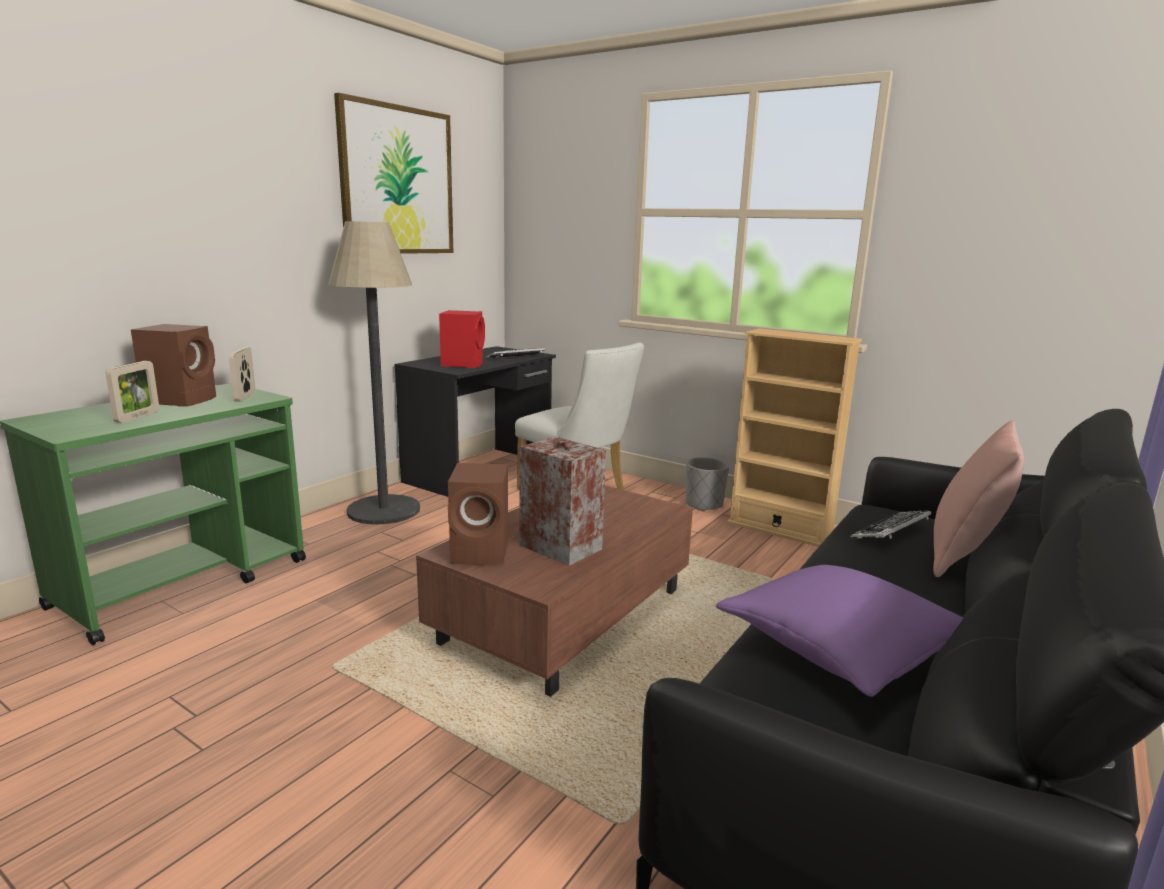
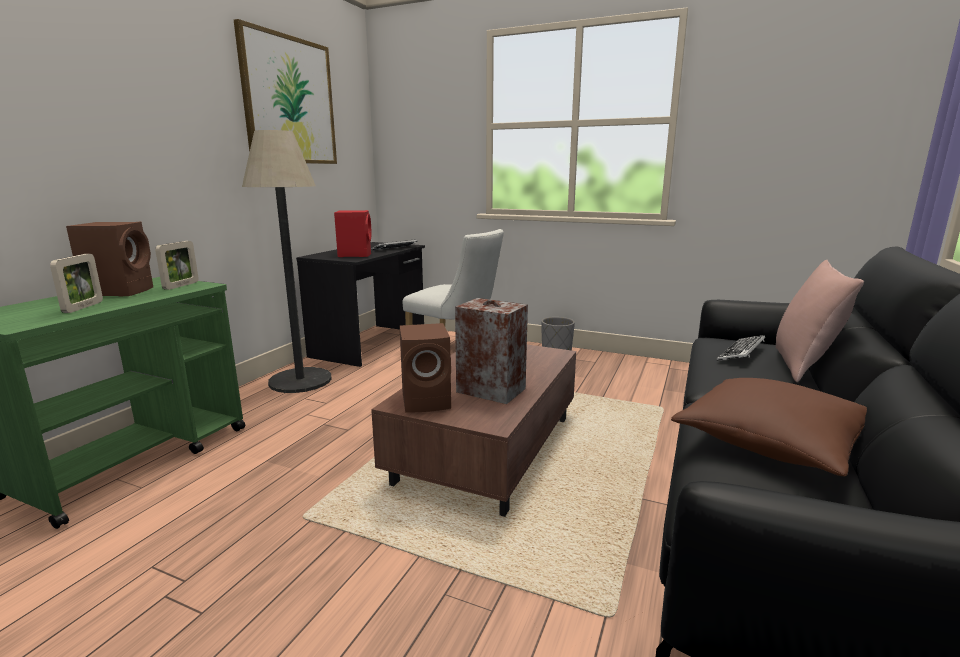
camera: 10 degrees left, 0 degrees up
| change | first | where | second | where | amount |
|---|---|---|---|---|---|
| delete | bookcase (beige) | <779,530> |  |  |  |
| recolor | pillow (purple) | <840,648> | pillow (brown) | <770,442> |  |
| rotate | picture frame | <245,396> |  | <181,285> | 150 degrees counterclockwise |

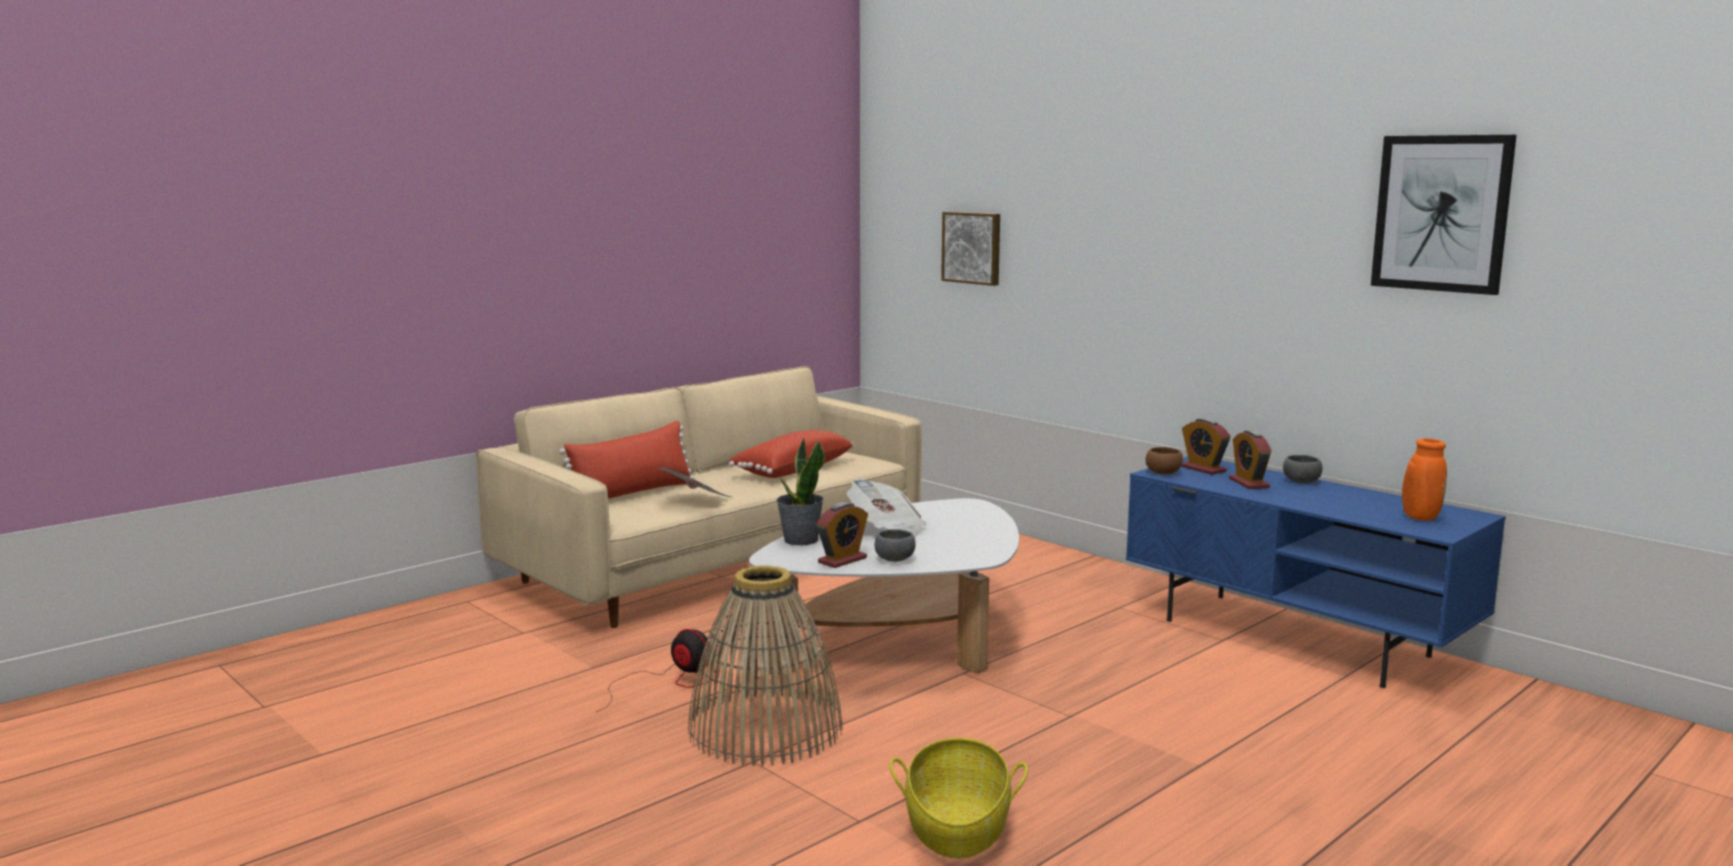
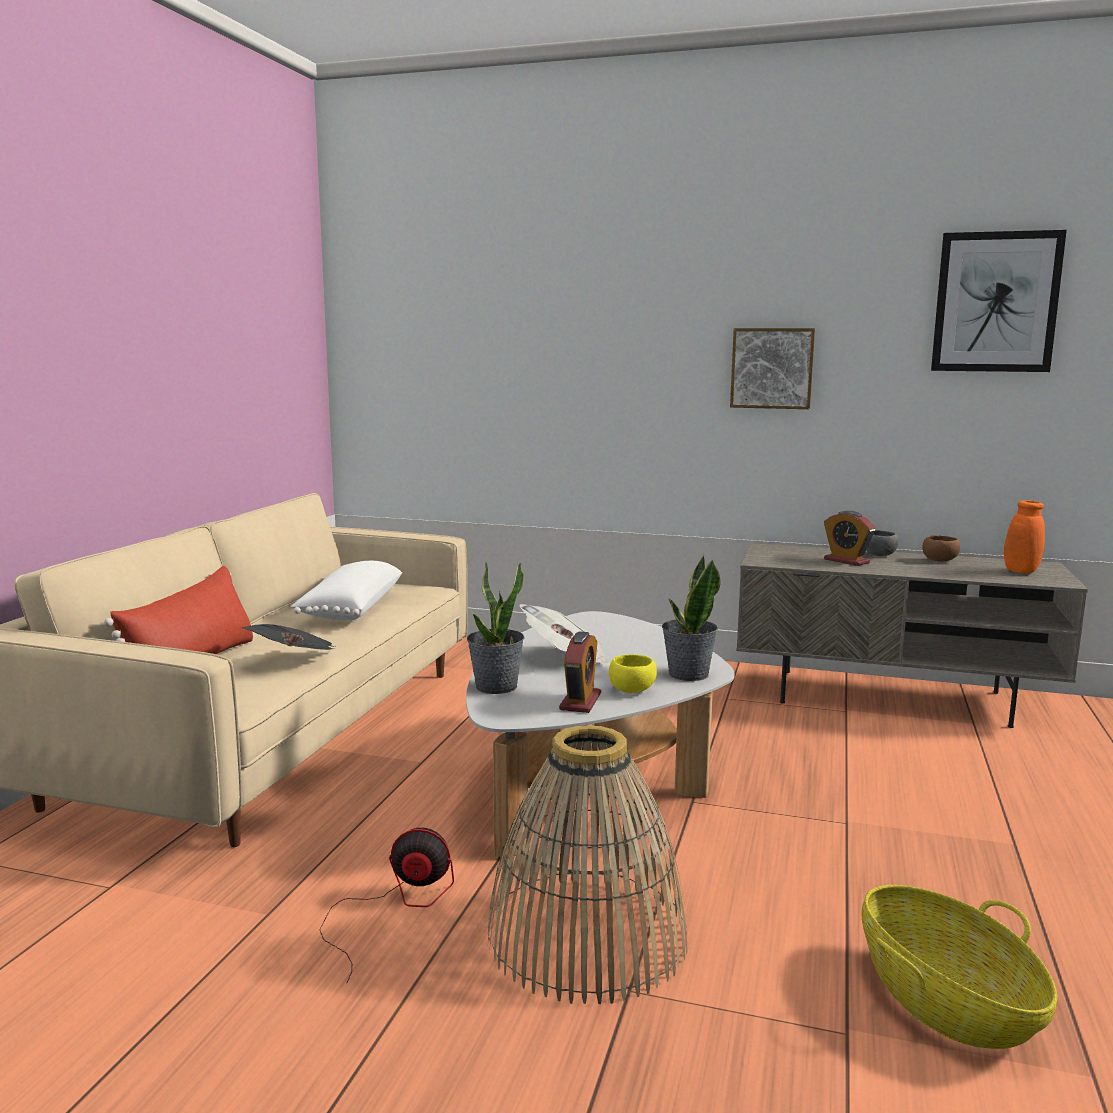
camera: 30 degrees left, 0 degrees up
| change | first | where | second | where | amount |
|---|---|---|---|---|---|
| delete | alarm clock | <1203,469> |  |  |  |
| insert |  |  | potted plant | <688,674> |  |
| move | picture | <972,247> |  | <772,368> |  |
| move | bowl (brown) | <1164,474> |  | <940,560> |  |
| recolor | pillow (red) | <791,470> | pillow (white) | <349,609> |  |
| recolor | bowl (grey) | <896,560> | bowl (yellow) | <633,690> |  |
| recolor | tv stand (blue) | <1296,638> | tv stand (grey) | <892,697> |  |

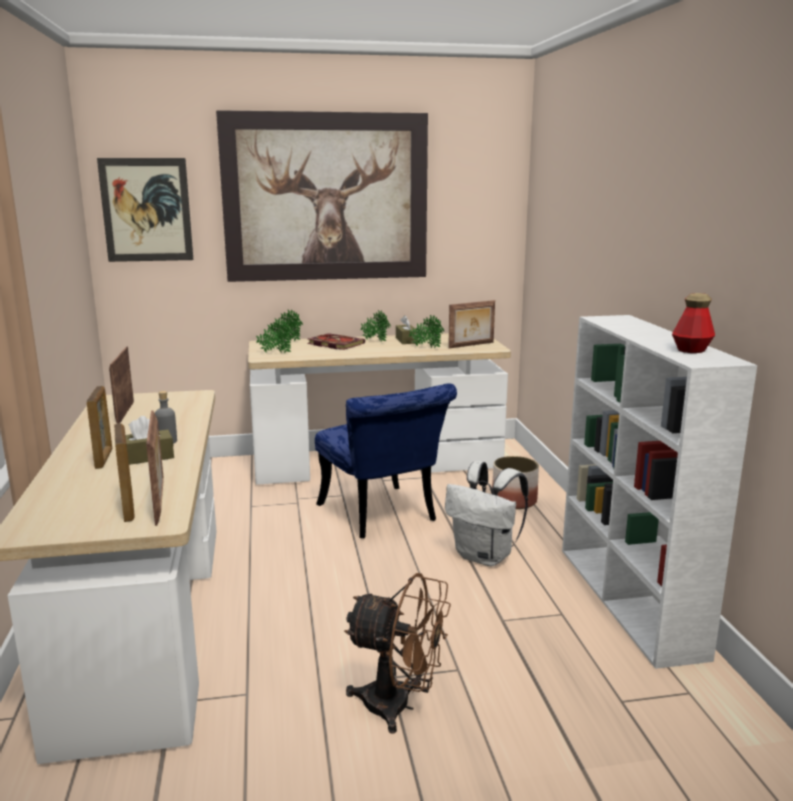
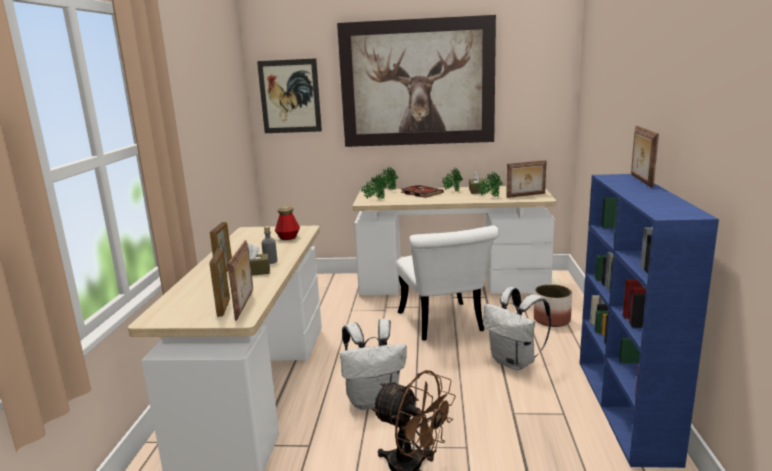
camera: 15 degrees right, 0 degrees up
| change | first | where | second | where | amount |
|---|---|---|---|---|---|
| insert |  |  | backpack (white) | <373,400> |  |
| move | picture frame | <124,413> |  | <640,181> |  |
| move | bottle | <691,350> |  | <288,238> |  |
| recolor | chair (blue) | <382,517> | chair (white) | <444,325> |  |
| recolor | bookcase (white) | <629,600> | bookcase (blue) | <625,409> |  |

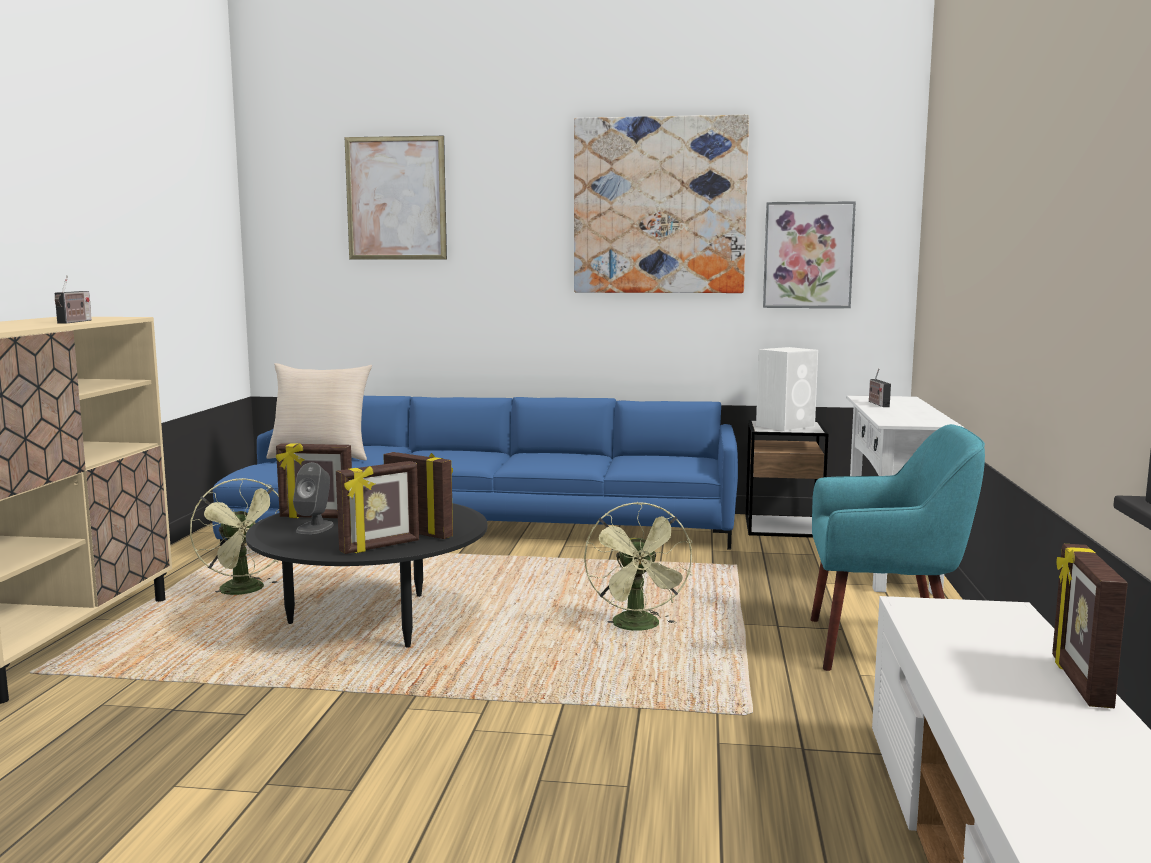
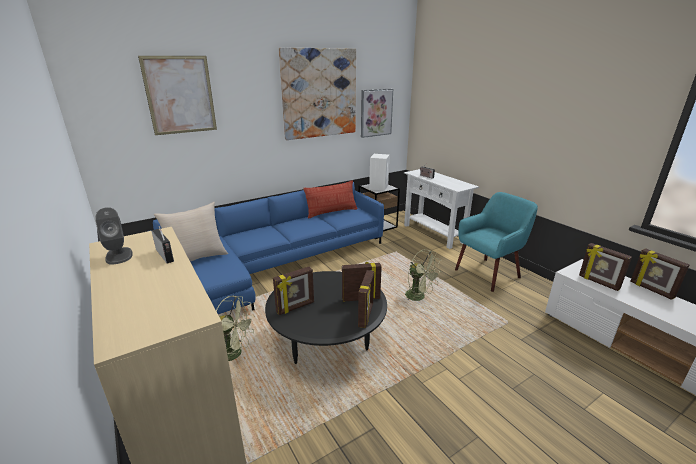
camera: 40 degrees left, 15 degrees up
| change | first | where | second | where | amount |
|---|---|---|---|---|---|
| insert |  |  | pillow | <331,212> |  |
| insert |  |  | picture frame | <598,282> |  |
| move | speaker (grey) | <315,528> |  | <119,255> |  |

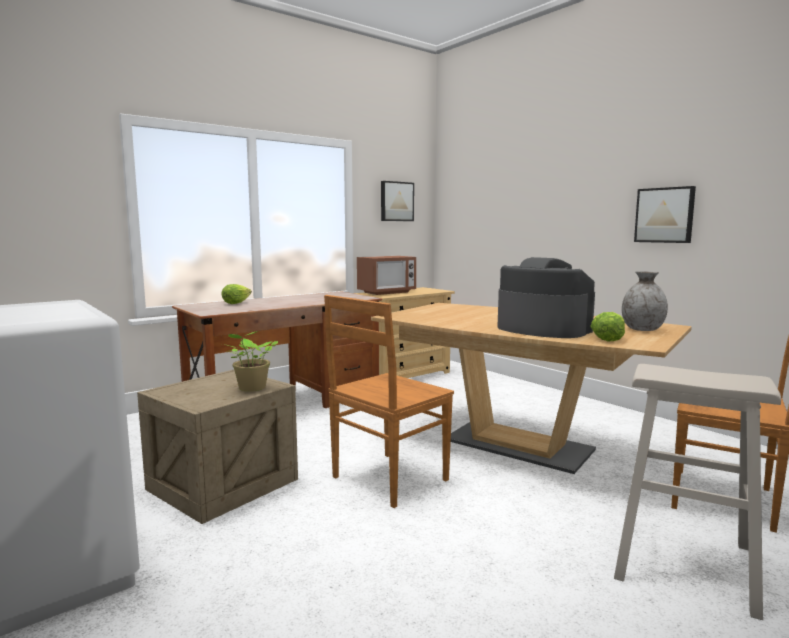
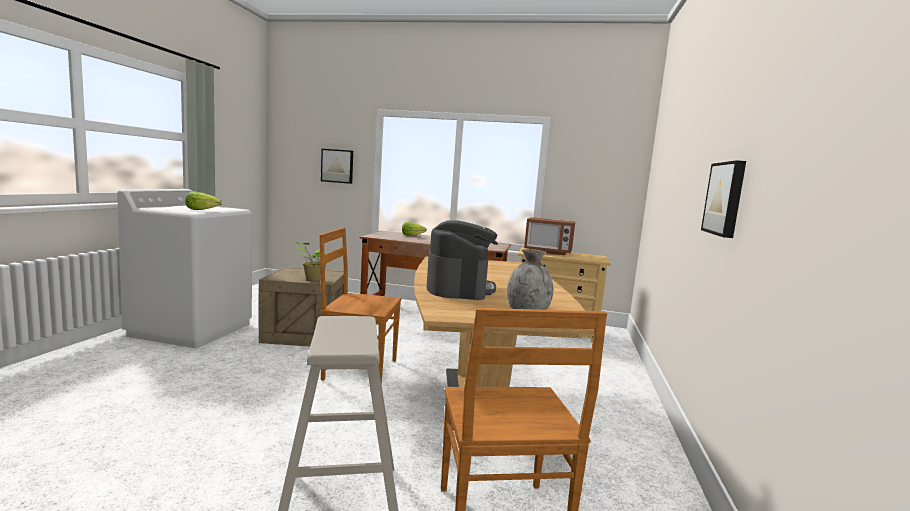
camera: 50 degrees right, 0 degrees up
| change | first | where | second | where | amount |
|---|---|---|---|---|---|
| move | picture | <396,201> |  | <337,166> |  |
| move | lettuce | <608,339> |  | <202,210> |  |

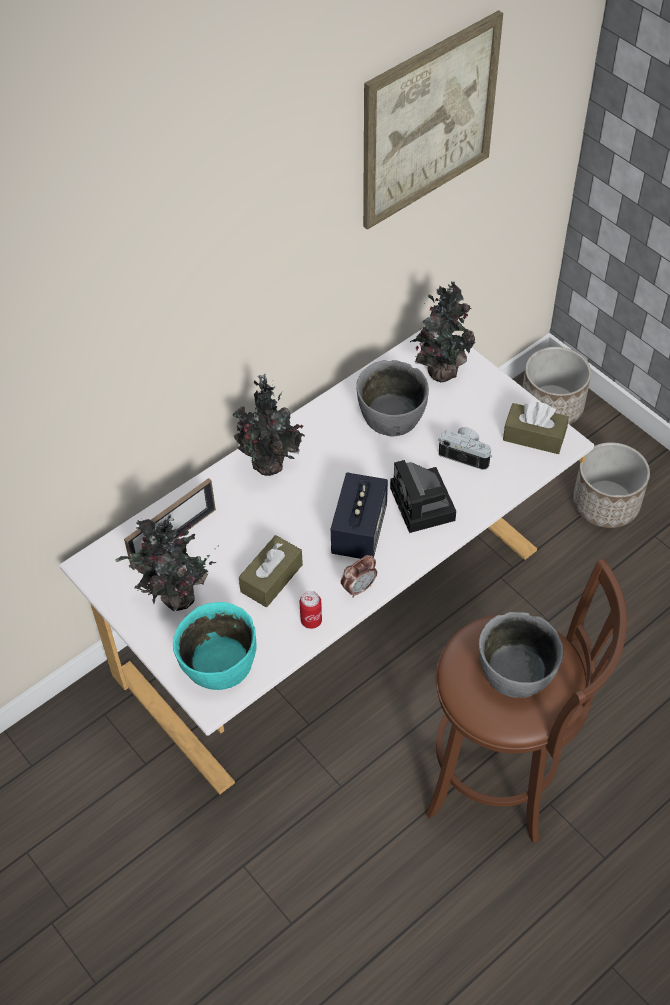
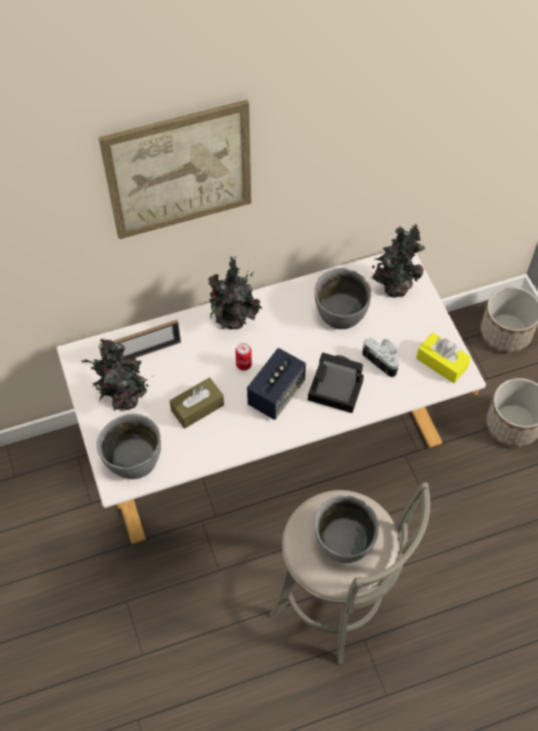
camera: 20 degrees right, 5 degrees up
| change | first | where | second | where | amount |
|---|---|---|---|---|---|
| delete | alarm clock | <359,588> |  |  |  |
| move | can | <311,620> |  | <243,364> |  |
| move | picture | <429,121> |  | <179,170> |  |
| recolor | bowl (turquoise) | <217,663> | bowl (grey) | <132,458> |  |
| recolor | stool (brown) | <501,774> | stool (grey) | <338,604> |  |
| recolor | tissue box (brown) | <534,436> | tissue box (yellow) | <441,363> |  |
| rotate | photo camera | <424,506> |  | <332,390> | 105 degrees clockwise |

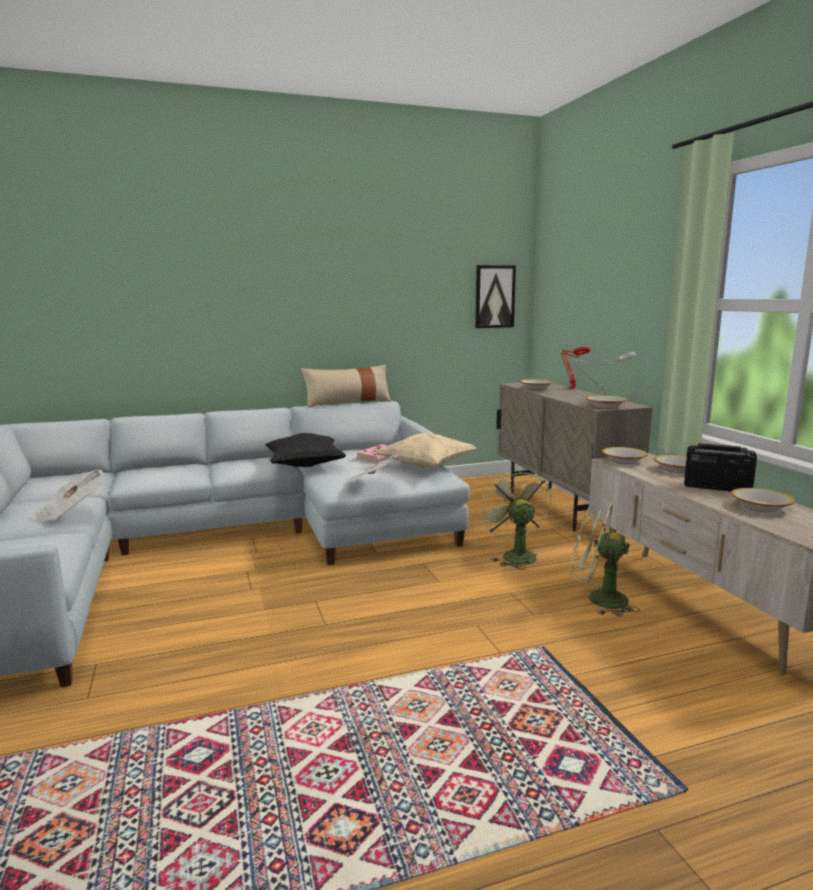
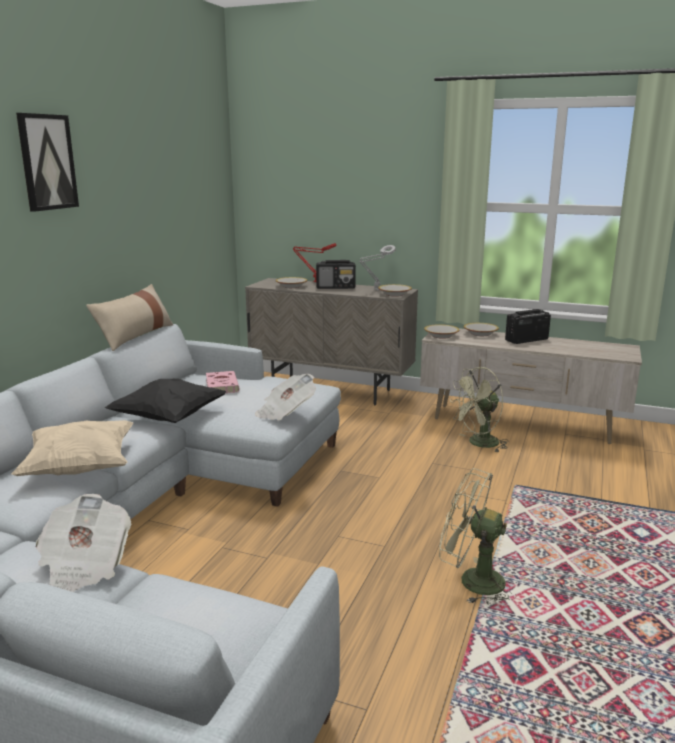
camera: 50 degrees left, 5 degrees up
| change | first | where | second | where | amount |
|---|---|---|---|---|---|
| delete | bowl | <760,507> |  |  |  |
| insert |  |  | radio | <336,287> |  |
| move | pillow (beige) | <426,467> |  | <80,468> |  |
| move | picture | <494,296> |  | <47,162> |  |
| move | fan (green) | <514,555> |  | <471,581> |  |

